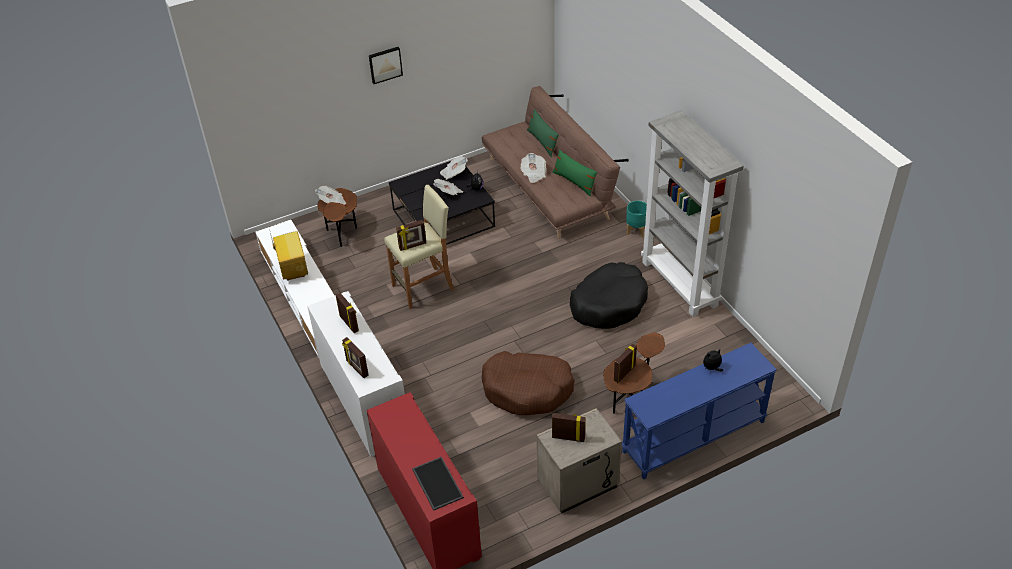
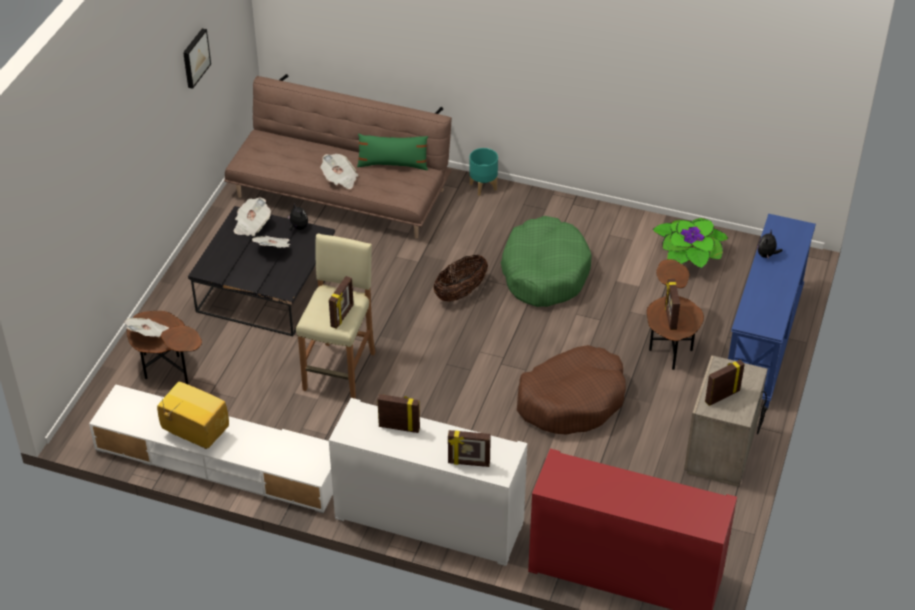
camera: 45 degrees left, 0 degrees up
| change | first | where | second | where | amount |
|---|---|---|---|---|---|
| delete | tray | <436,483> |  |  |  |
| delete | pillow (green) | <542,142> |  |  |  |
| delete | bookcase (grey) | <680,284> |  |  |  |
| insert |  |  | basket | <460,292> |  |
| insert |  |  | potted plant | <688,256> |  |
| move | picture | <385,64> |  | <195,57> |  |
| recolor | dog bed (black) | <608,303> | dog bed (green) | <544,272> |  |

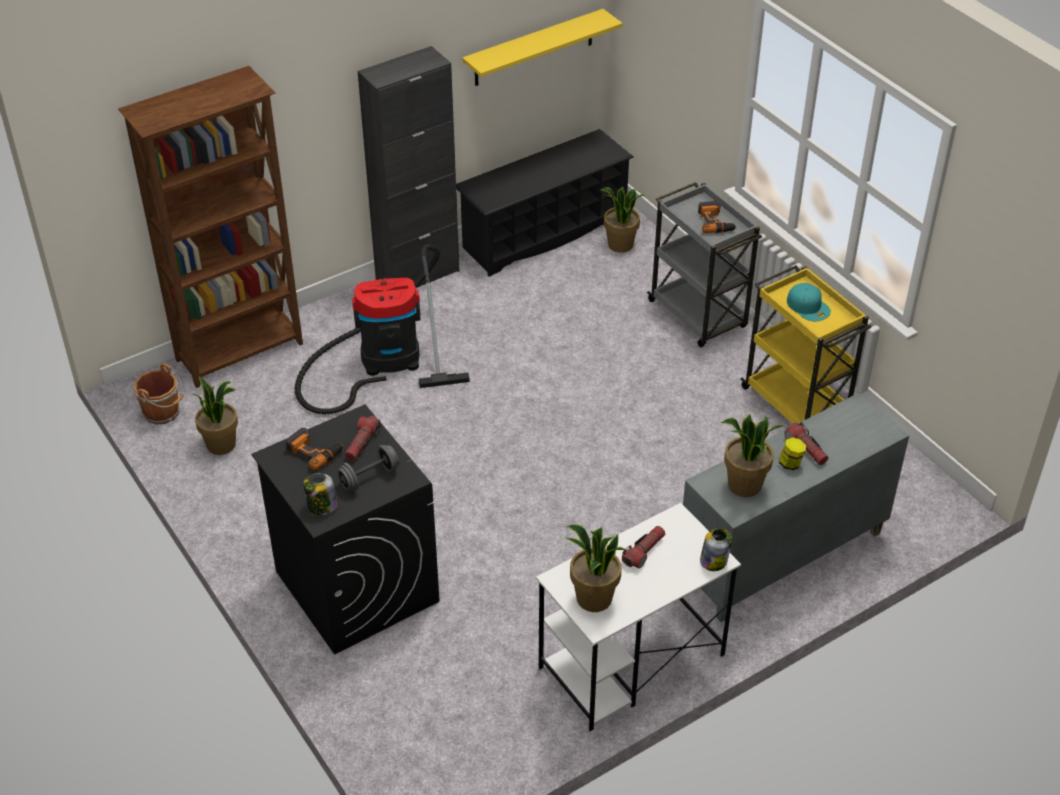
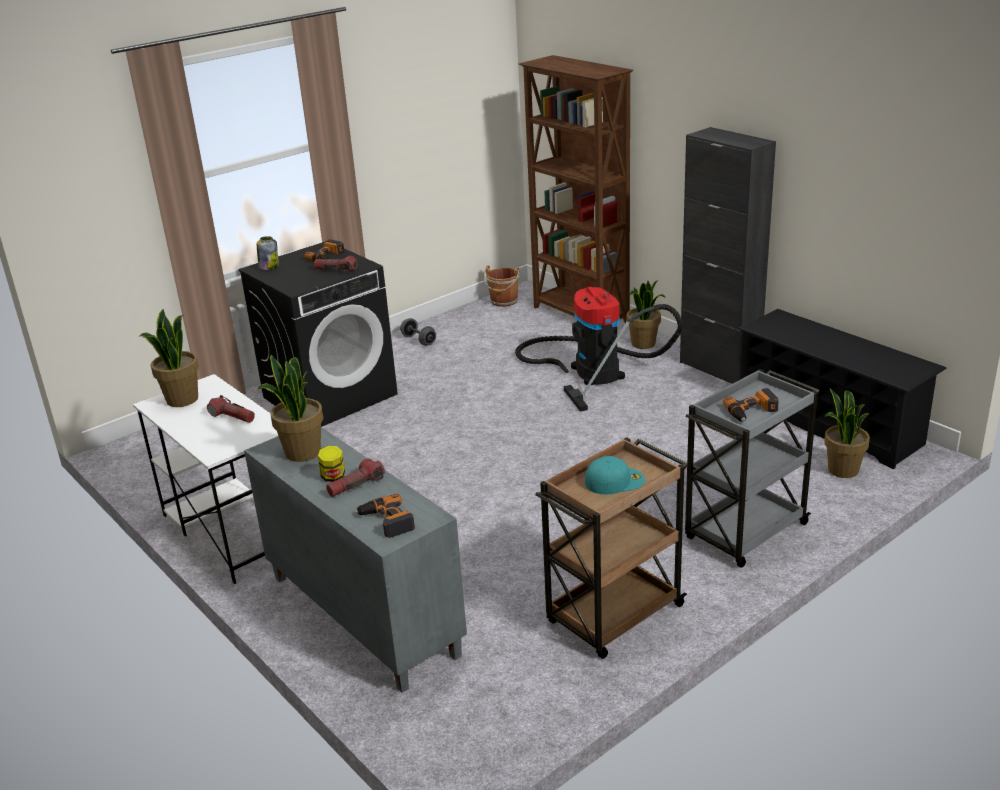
camera: 85 degrees right, 15 degrees down
| change | first | where | second | where | amount |
|---|---|---|---|---|---|
| delete | shelf (yellow) | <534,48> |  |  |  |
| delete | jar | <714,560> |  |  |  |
| insert |  |  | power drill | <386,521> |  |
| move | potted plant | <222,444> |  | <643,344> |  |
| move | dumbbell (grey) | <369,477> |  | <419,340> |  |
| recolor | cart (yellow) | <796,404> | cart (brown) | <613,616> |  |
| rotate | cap (turquoise) | <808,306> |  | <615,480> | 150 degrees counterclockwise |

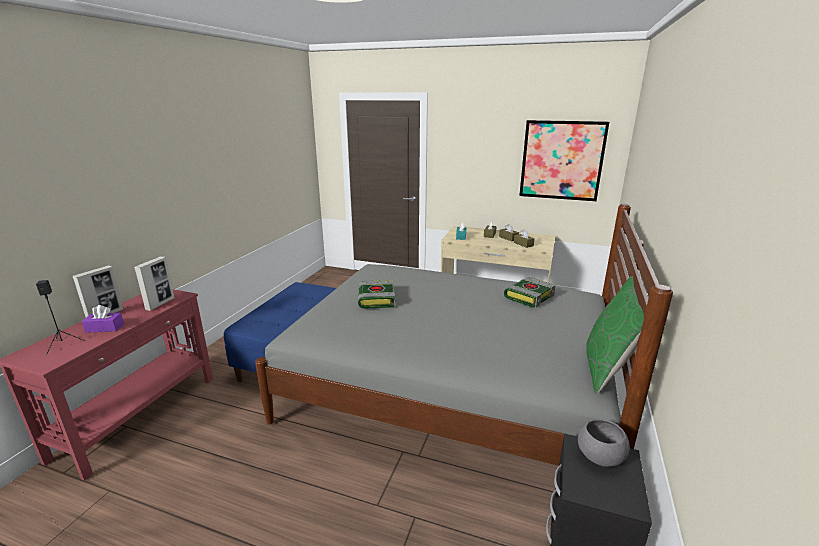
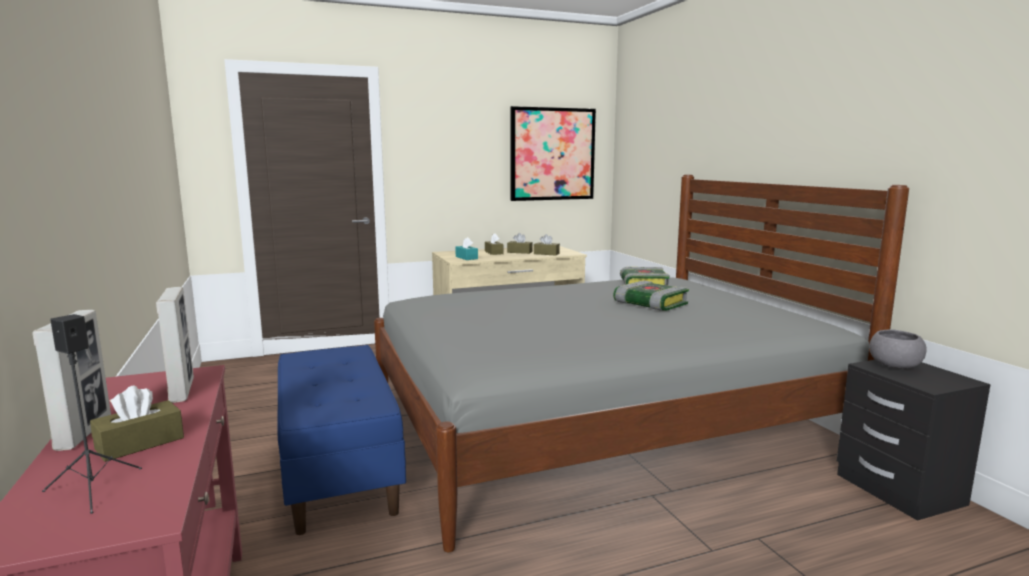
camera: 40 degrees left, 10 degrees down
| change | first | where | second | where | amount |
|---|---|---|---|---|---|
| delete | pillow (green) | <608,368> |  |  |  |
| move | book | <375,299> |  | <649,304> |  |
| recolor | tissue box (purple) | <105,328> | tissue box (brown) | <140,443> |  |

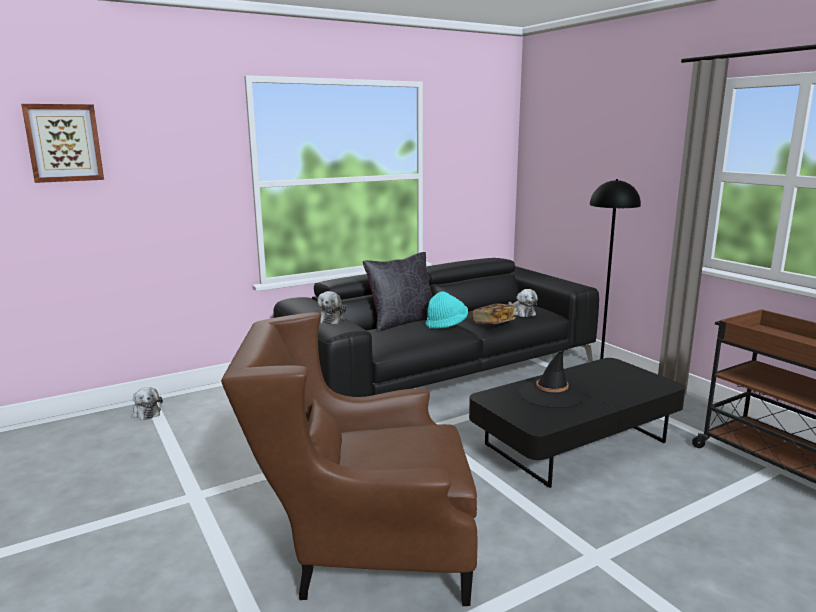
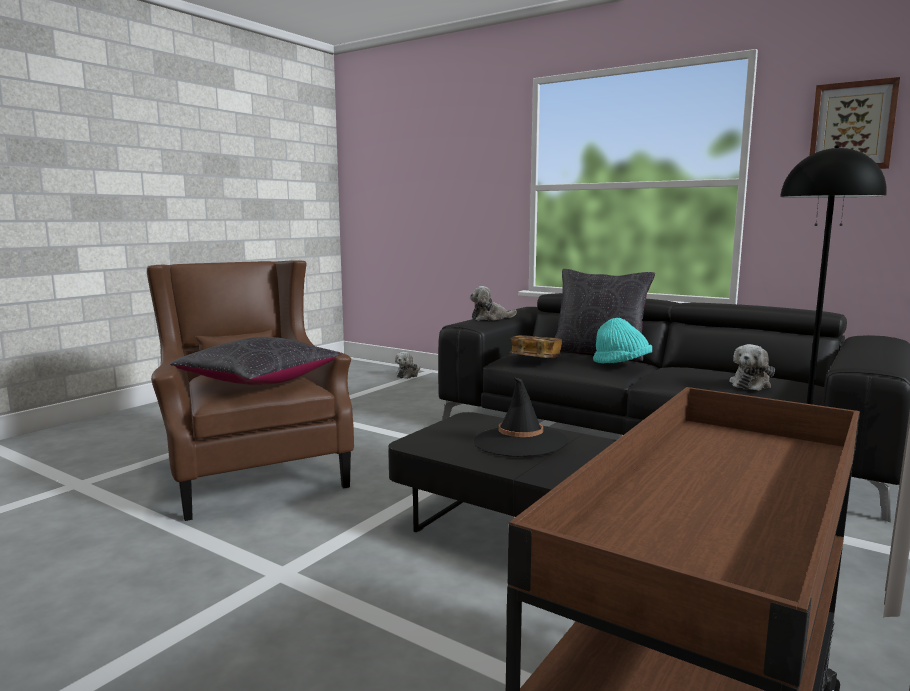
camera: 65 degrees right, 5 degrees down
| change | first | where | second | where | amount |
|---|---|---|---|---|---|
| insert |  |  | pillow (black) | <259,380> |  |
| move | picture | <64,143> |  | <852,126> |  |
| move | book | <493,323> |  | <535,358> |  |

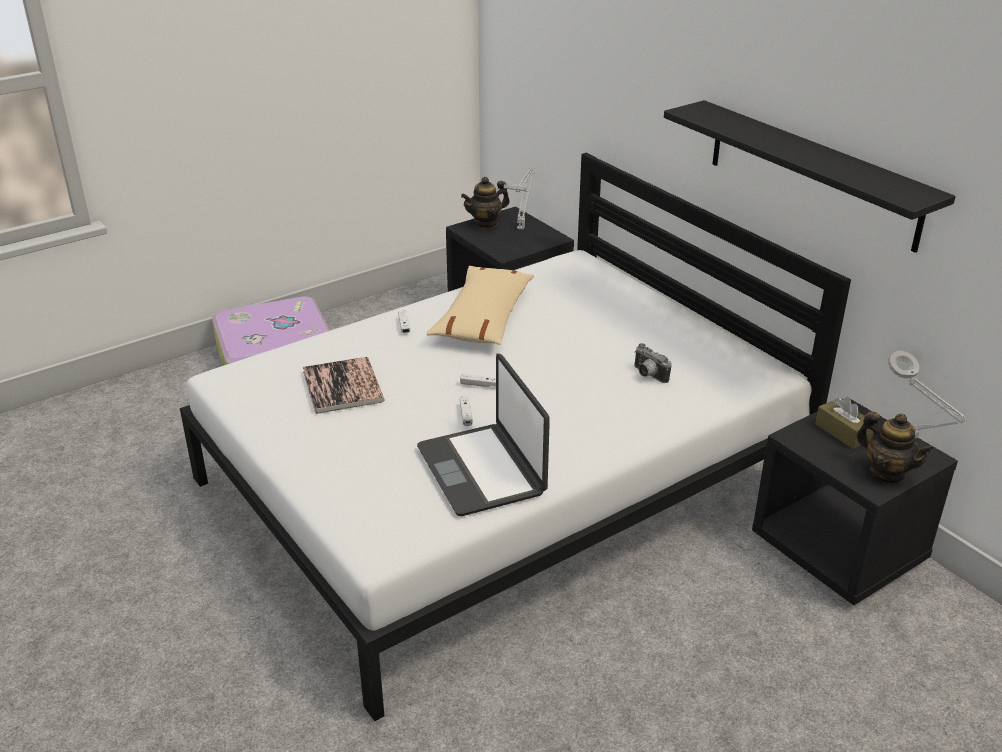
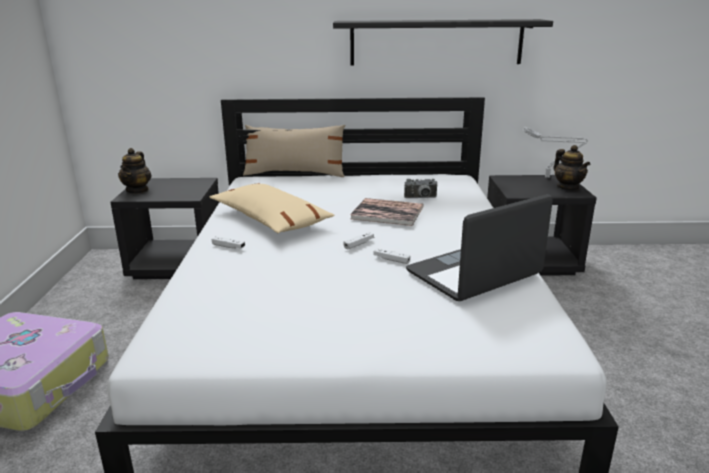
camera: 55 degrees left, 10 degrees down
| change | first | where | second | where | amount |
|---|---|---|---|---|---|
| delete | table lamp (grey) | <521,227> |  |  |  |
| delete | tissue box (brown) | <842,432> |  |  |  |
| insert |  |  | pillow (beige) | <295,173> |  |
| move | book | <343,386> |  | <387,213> |  |
| rotate | laptop | <482,470> |  | <474,274> | 135 degrees clockwise |
| rotate | teapot | <887,473> |  | <568,187> | 75 degrees clockwise |

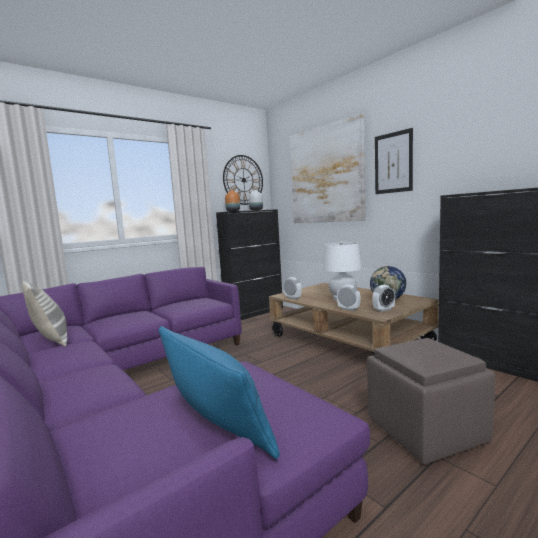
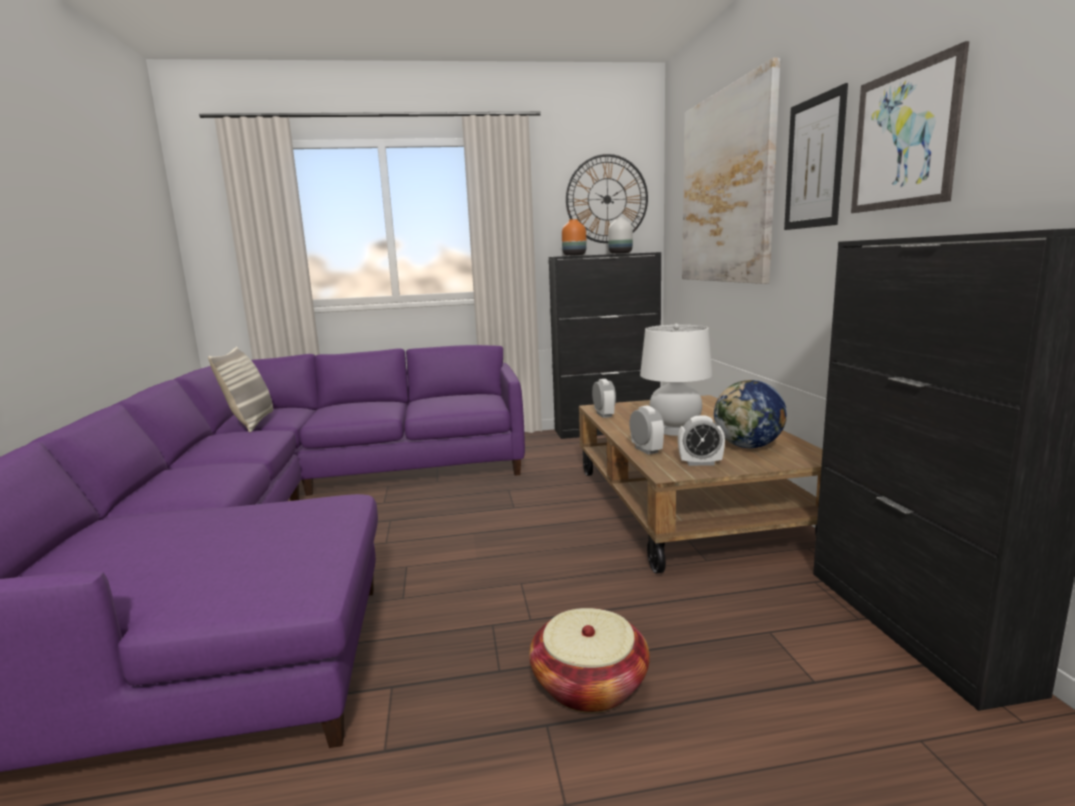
camera: 30 degrees right, 5 degrees up
| change | first | where | second | where | amount |
|---|---|---|---|---|---|
| delete | pillow (blue) | <216,421> |  |  |  |
| insert |  |  | picture | <903,138> |  |
| replace | ottoman (brown) | <427,431> | basket | <589,685> |  |

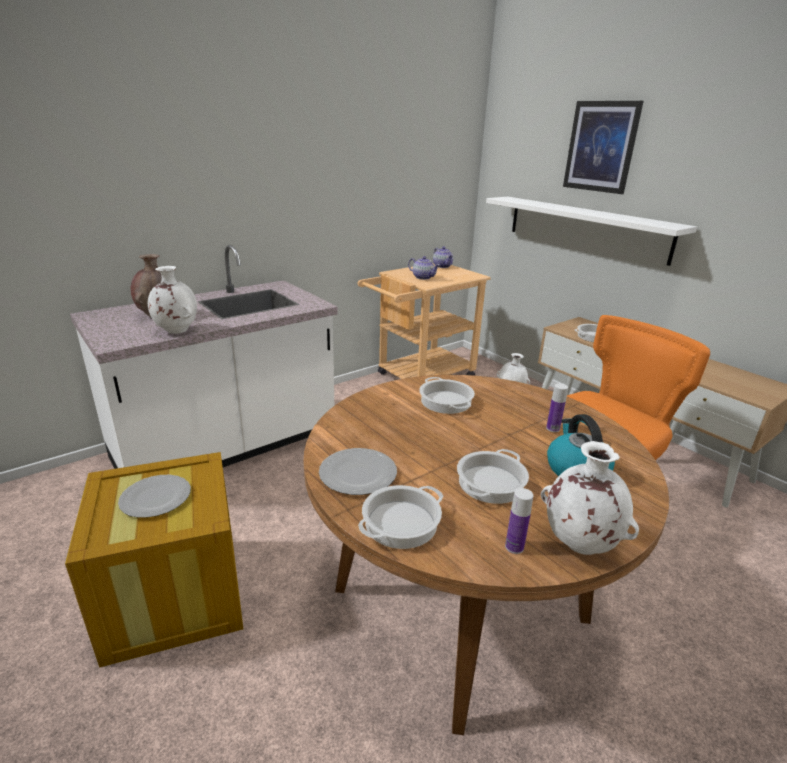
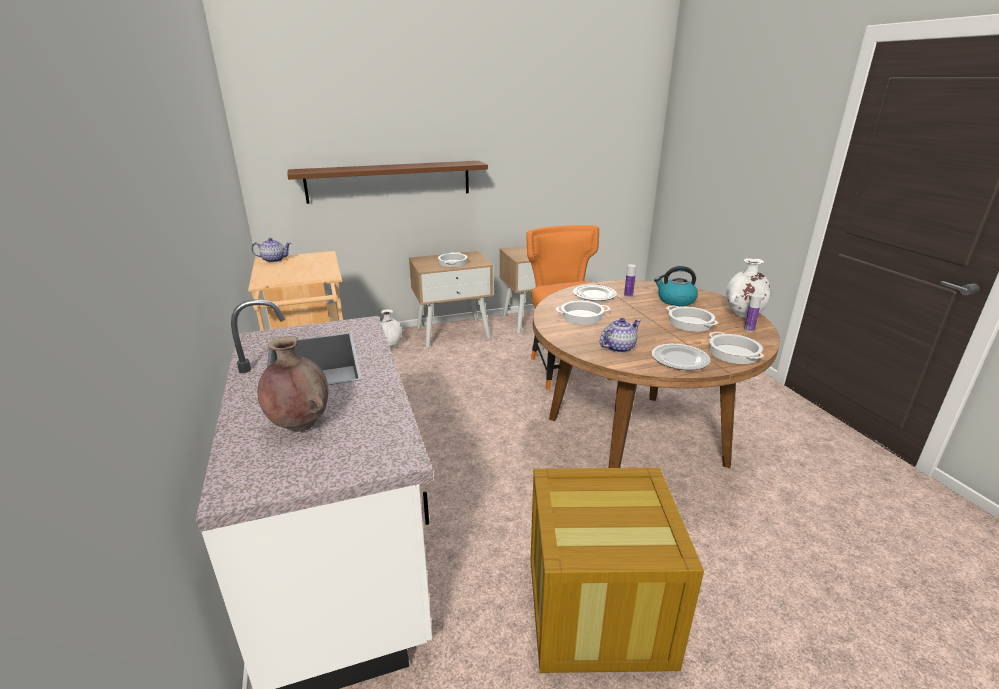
camera: 70 degrees left, 0 degrees up
| change | first | where | second | where | amount |
|---|---|---|---|---|---|
| delete | vase (white) | <176,331> |  |  |  |
| delete | picture | <601,147> |  |  |  |
| move | plate | <155,497> |  | <594,295> |  |
| move | teapot | <423,277> |  | <618,347> |  |
| recolor | shelf (white) | <585,228> | shelf (brown) | <389,181> |  |

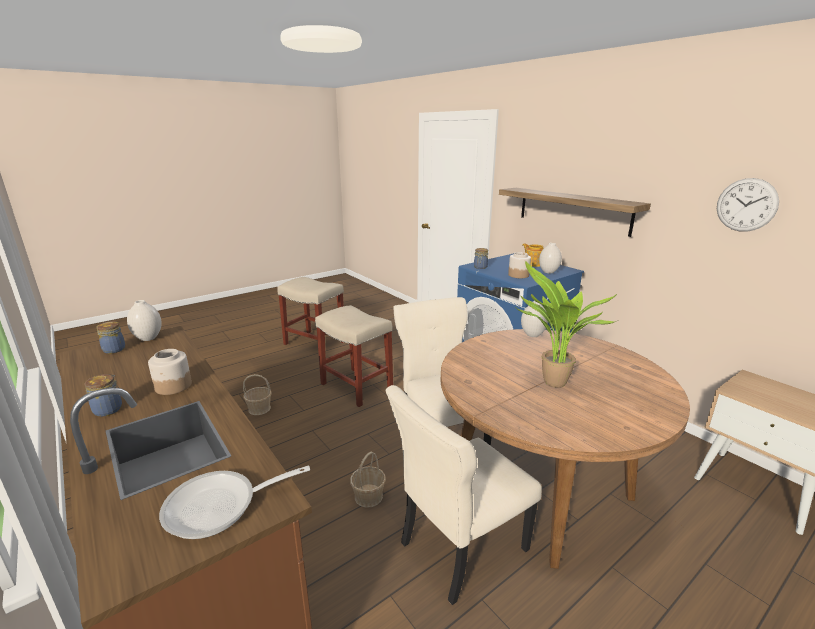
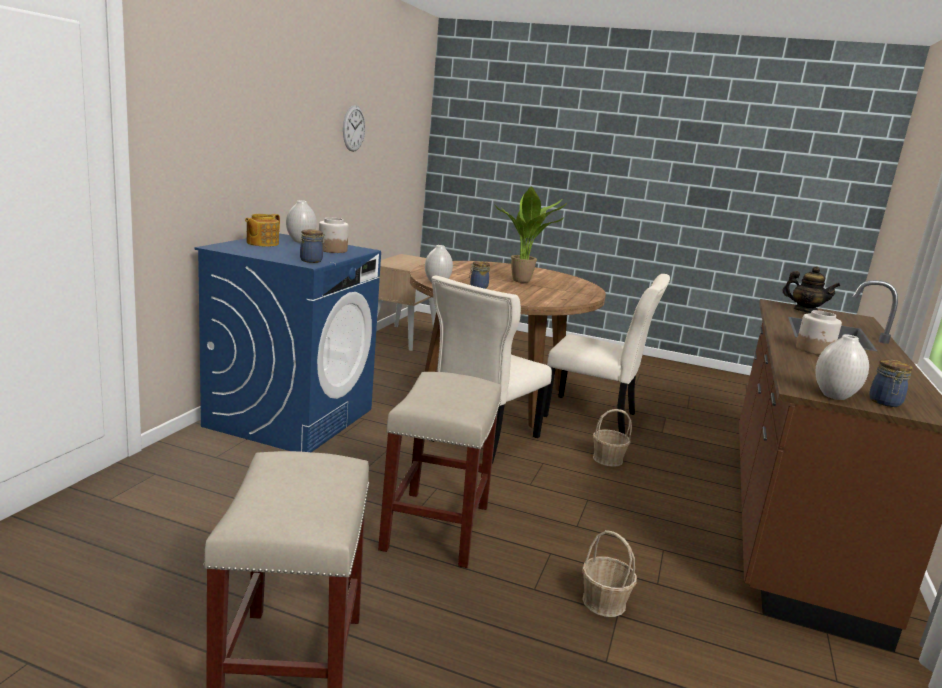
camera: 125 degrees left, 5 degrees down
| change | first | where | second | where | amount |
|---|---|---|---|---|---|
| delete | shelf | <573,210> |  |  |  |
| move | jar | <109,409> |  | <478,287> |  |
| replace | frying pan | <219,507> | teapot | <805,311> |  |

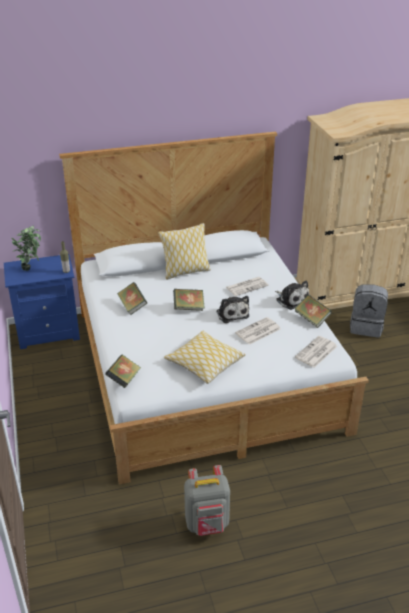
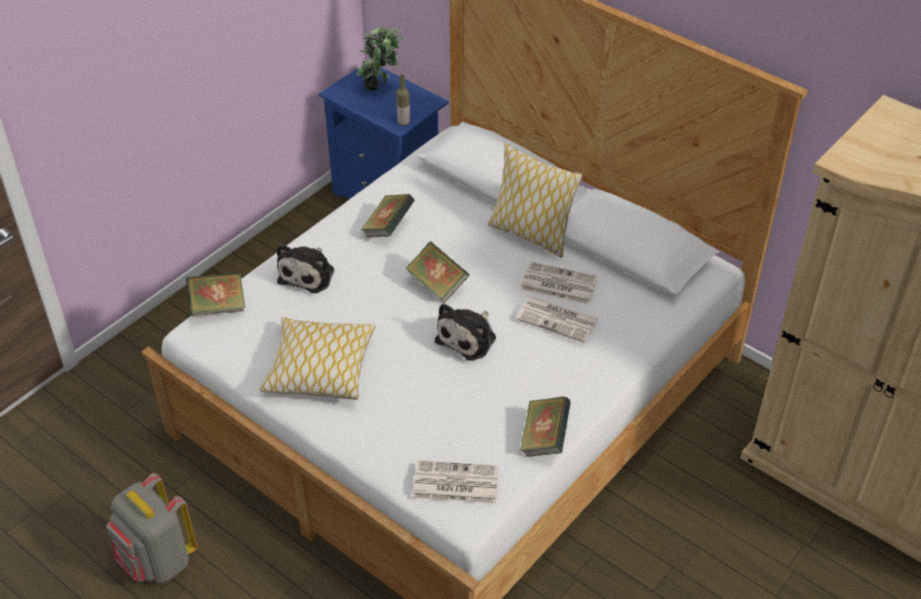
camera: 55 degrees right, 10 degrees up
| change | first | where | second | where | amount |
|---|---|---|---|---|---|
| delete | backpack (grey) | <366,327> |  |  |  |
| move | newspaper | <257,331> |  | <557,284> |  |
| move | plush toy | <291,300> |  | <308,274> |  |

